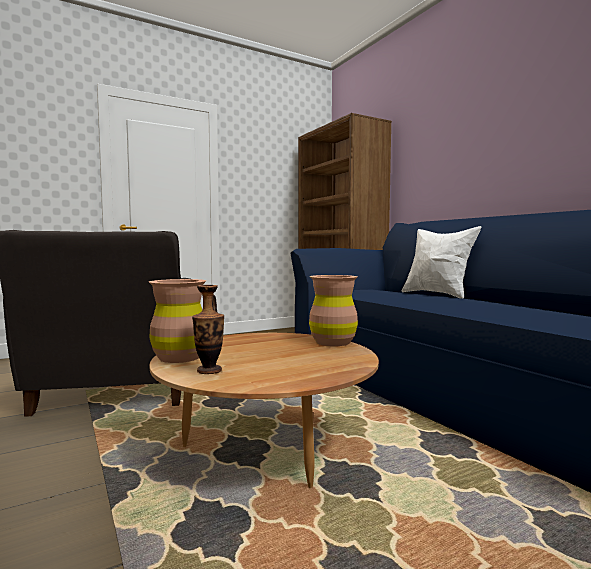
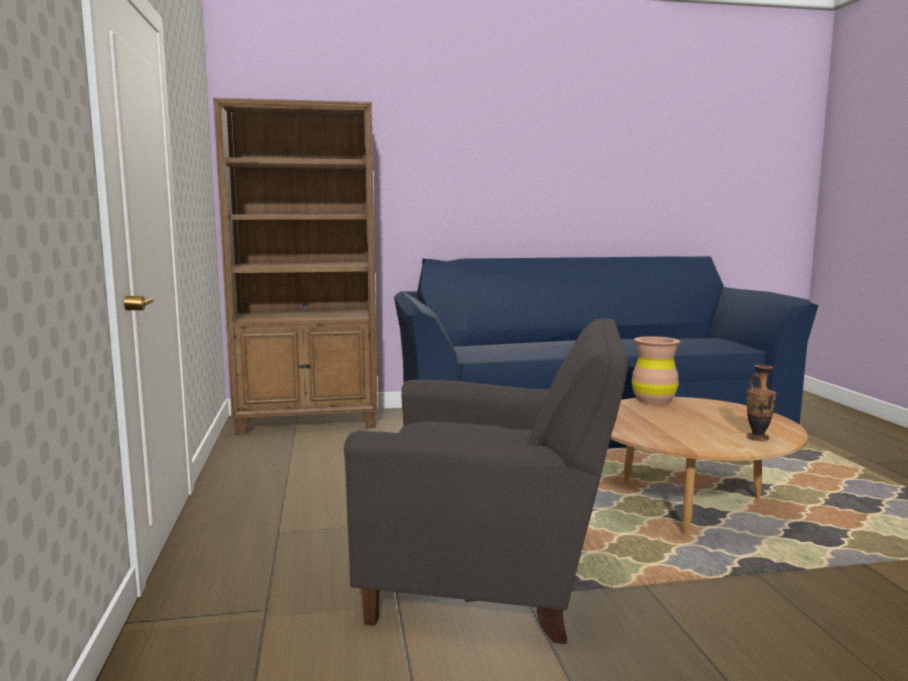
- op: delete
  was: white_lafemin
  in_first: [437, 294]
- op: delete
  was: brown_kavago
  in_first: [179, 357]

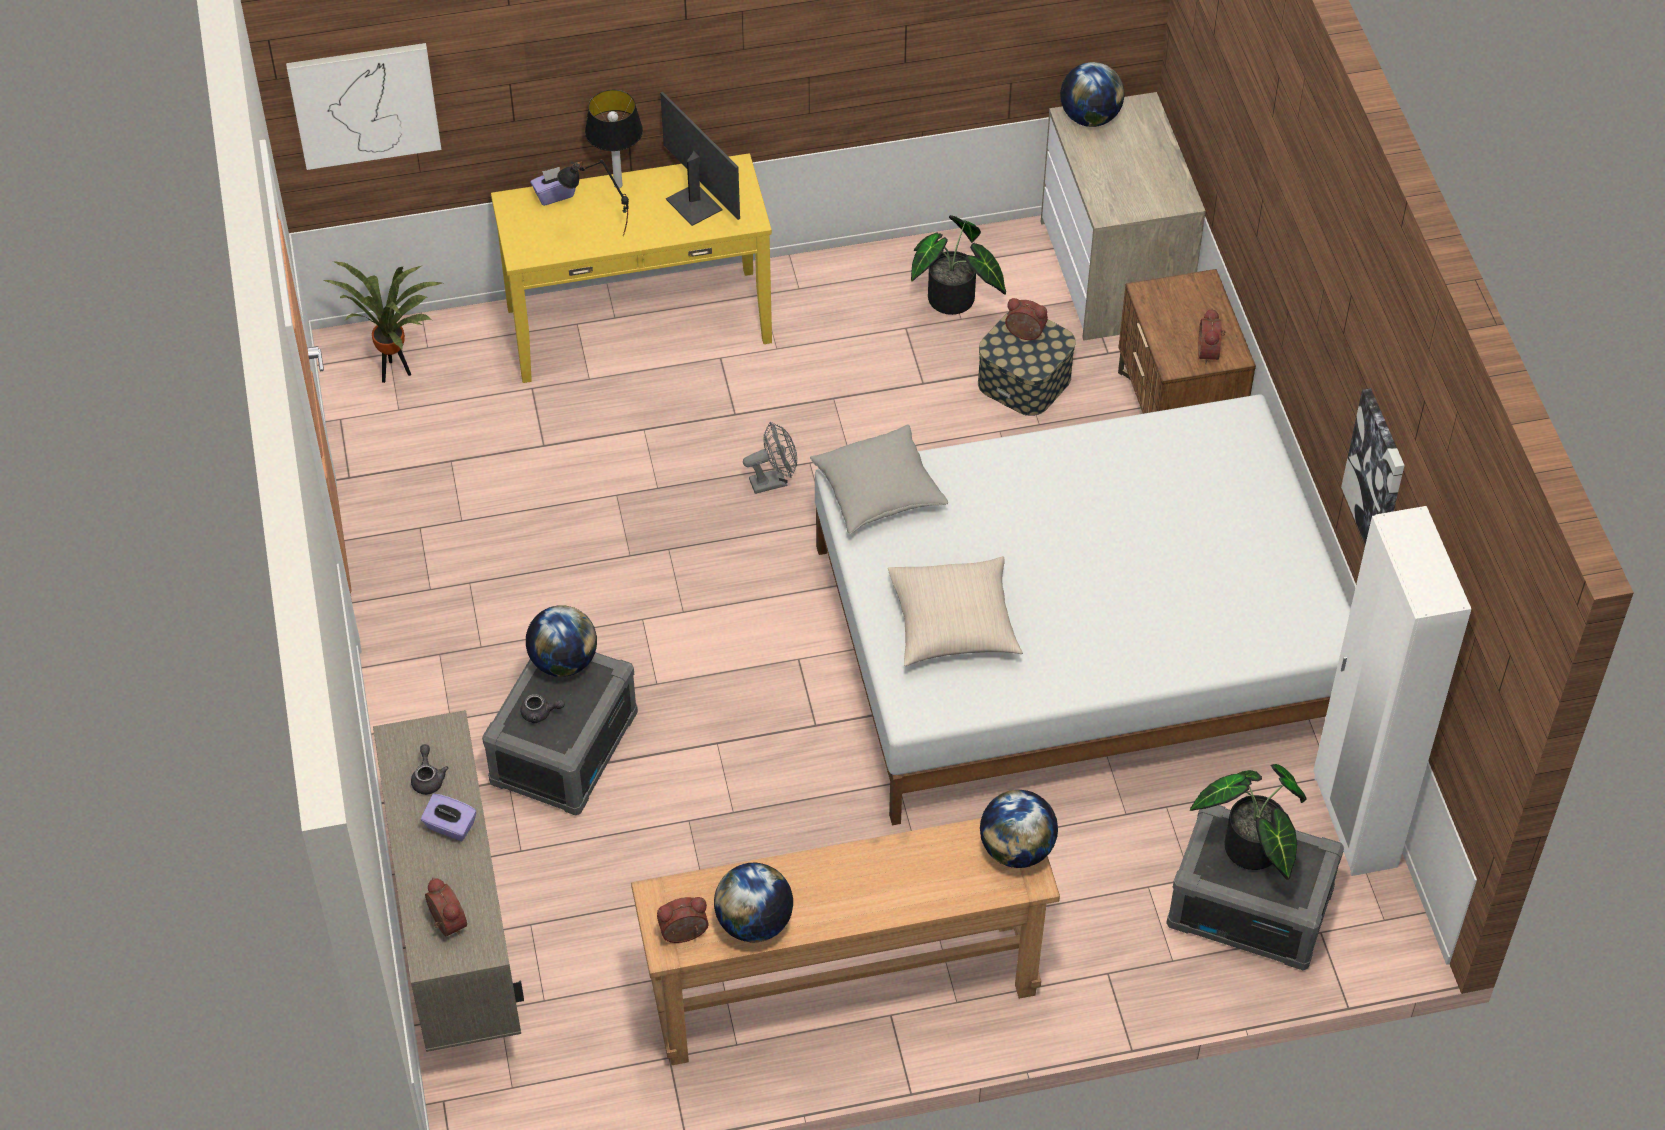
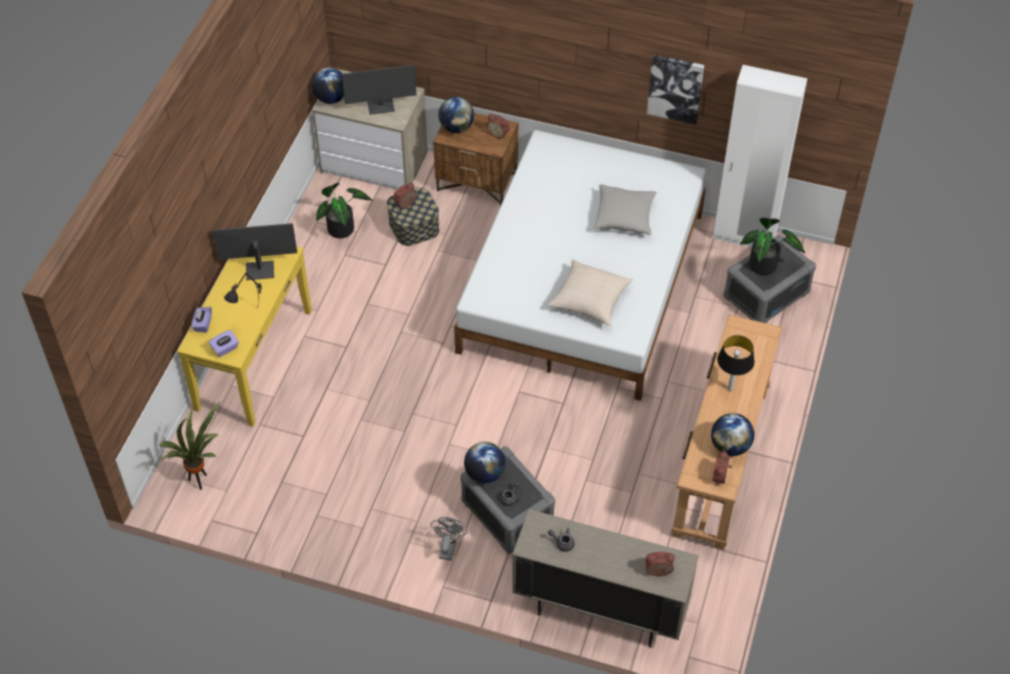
- op: delete
  was: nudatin
  in_first: [364, 104]
- op: move
  was: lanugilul
  in_first: [617, 185]
  in_second: [730, 389]
- op: move
  was: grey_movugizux
  in_first: [774, 481]
  in_second: [448, 547]
- op: move
  was: grey_lafemin
  in_first: [878, 491]
  in_second: [624, 216]
- op: move
  was: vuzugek
  in_first: [1017, 849]
  in_second: [456, 127]
- op: move
  was: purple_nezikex
  in_first: [450, 827]
  in_second: [225, 349]
- op: insert
  now: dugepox
  in_second: [381, 106]

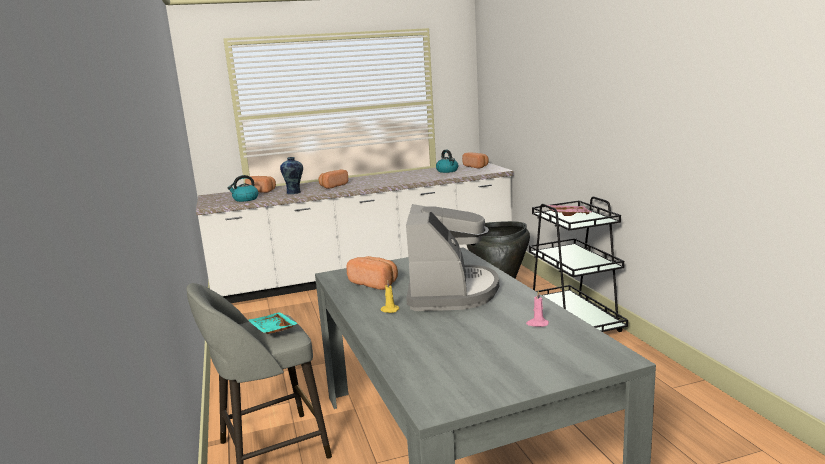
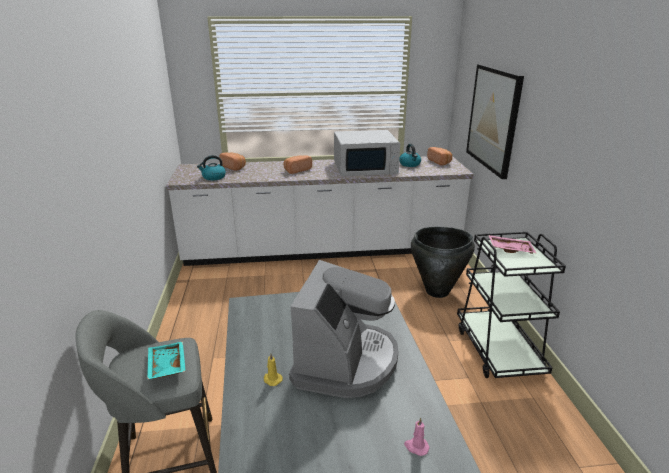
- op: delete
  was: kavago
  in_first: [294, 192]
- op: delete
  was: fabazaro
  in_first: [375, 283]
- op: insert
  now: nudatin
  in_second: [493, 119]
- op: insert
  now: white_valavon
  in_second: [365, 168]

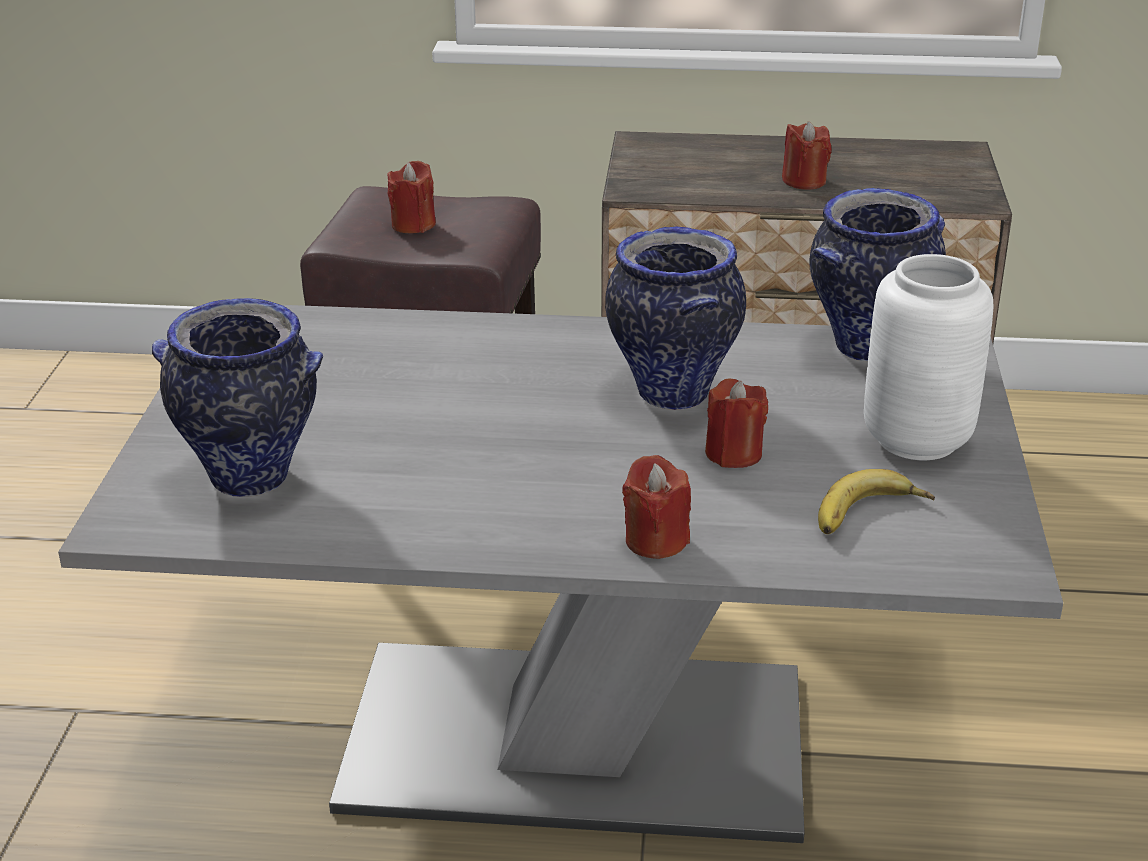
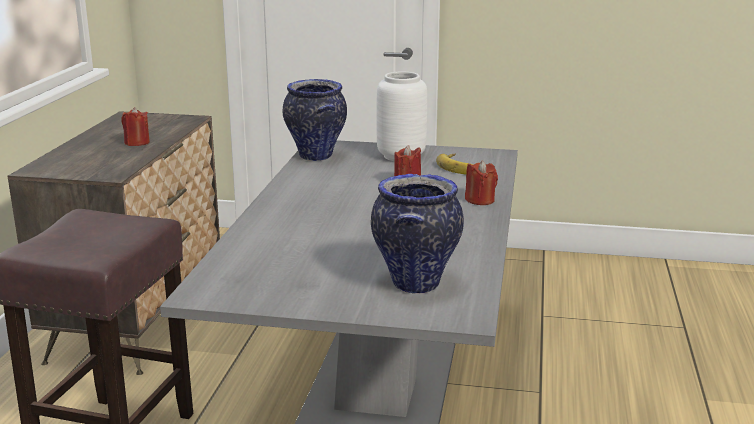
- op: delete
  was: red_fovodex
  in_first: [413, 225]
- op: delete
  was: kavago
  in_first: [671, 392]

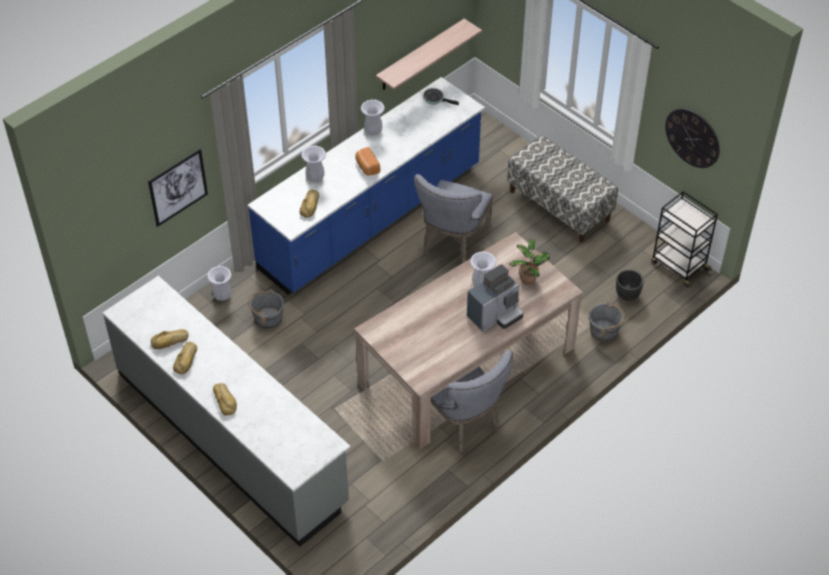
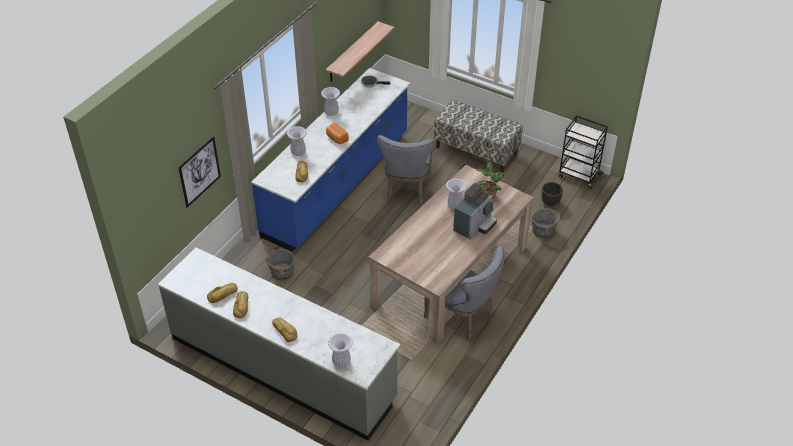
- op: delete
  was: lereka
  in_first: [692, 137]
- op: move
  was: white_kavago
  in_first: [222, 295]
  in_second: [341, 362]

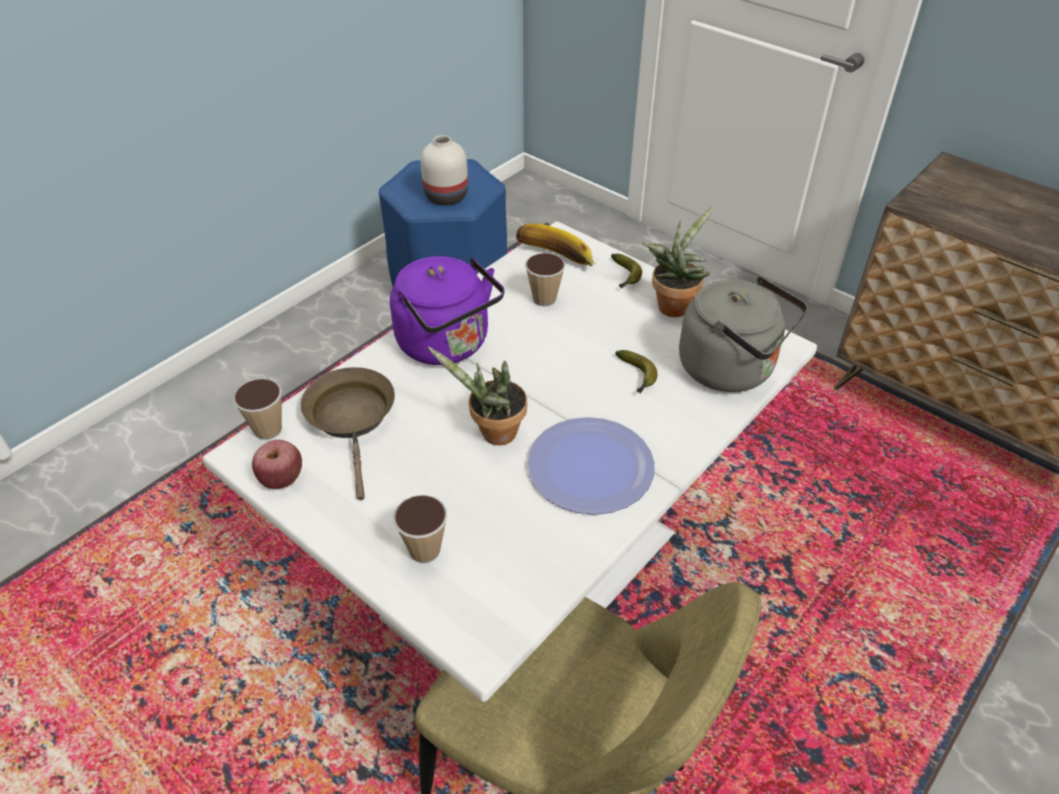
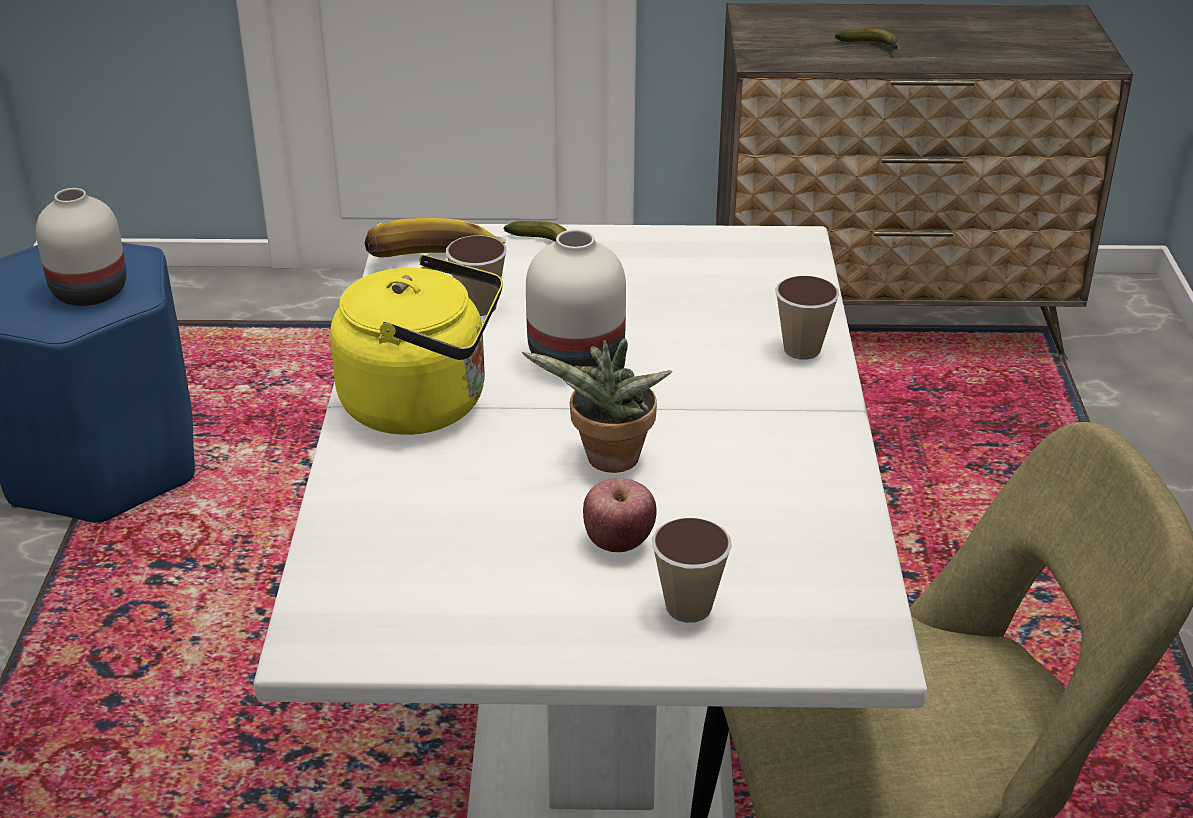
- op: delete
  was: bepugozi
  in_first: [673, 304]
- op: recolor
  was: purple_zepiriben
  now: yellow_zepiriben
  in_first: [448, 345]
  in_second: [424, 404]
- op: delete
  was: grey_zepiriben
  in_first: [732, 369]
- op: move
  was: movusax
  in_first: [637, 376]
  in_second: [871, 47]
- op: delete
  was: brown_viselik
  in_first: [352, 419]
- op: move
  was: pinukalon
  in_first: [268, 429]
  in_second: [802, 349]
- op: delete
  was: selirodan
  in_first: [590, 467]
- op: move
  was: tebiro
  in_first: [282, 479]
  in_second: [618, 542]
- op: insert
  now: white_kavago
  in_second: [575, 357]

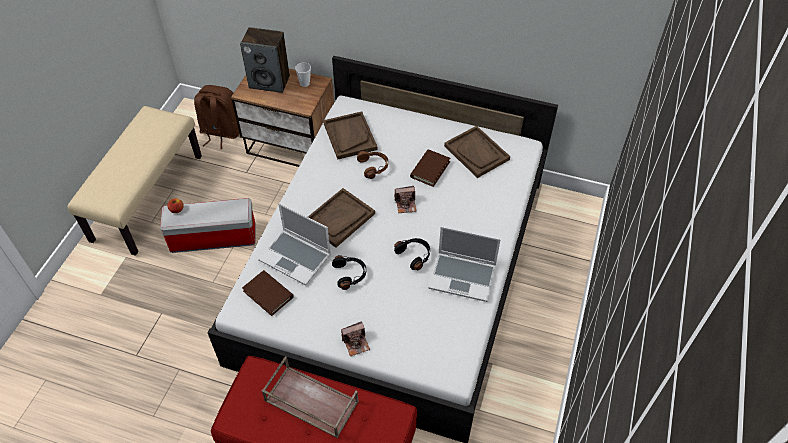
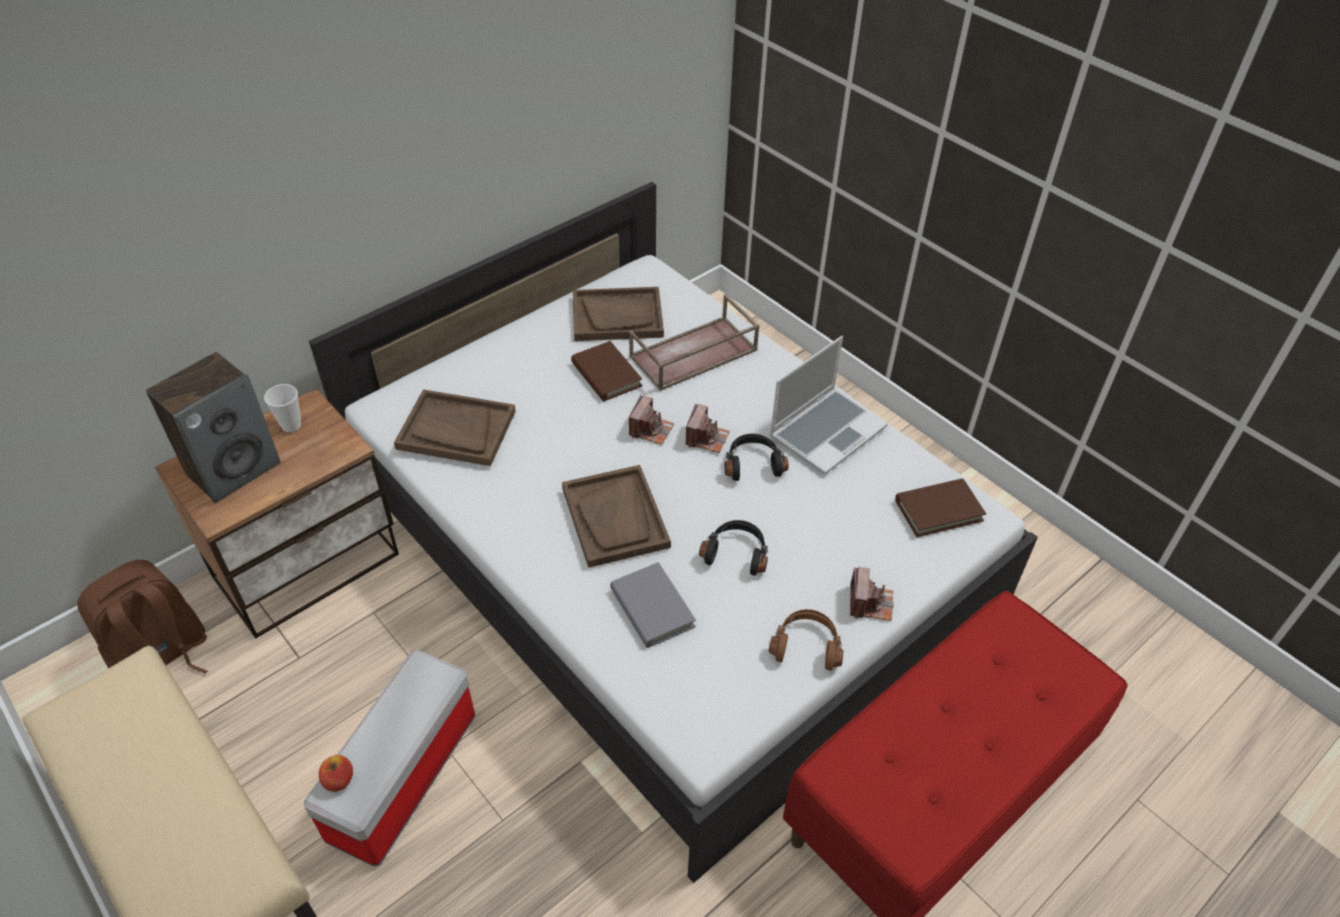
- op: move
  was: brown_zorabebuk
  in_first: [374, 167]
  in_second: [806, 645]
- op: replace
  was: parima
  now: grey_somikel
  in_first: [296, 257]
  in_second: [652, 608]
- op: move
  was: brown_somikel
  in_first: [268, 294]
  in_second: [938, 510]
- op: move
  was: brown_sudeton
  in_first: [310, 401]
  in_second: [693, 354]
- op: insert
  now: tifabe
  in_second: [706, 438]

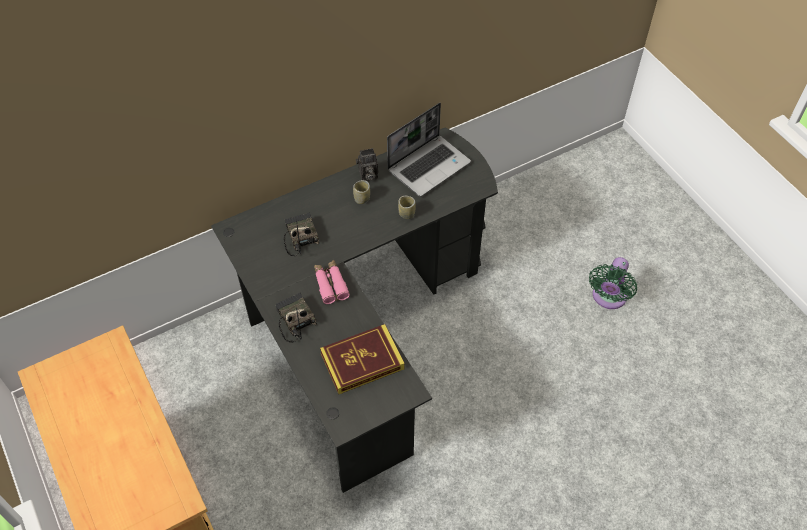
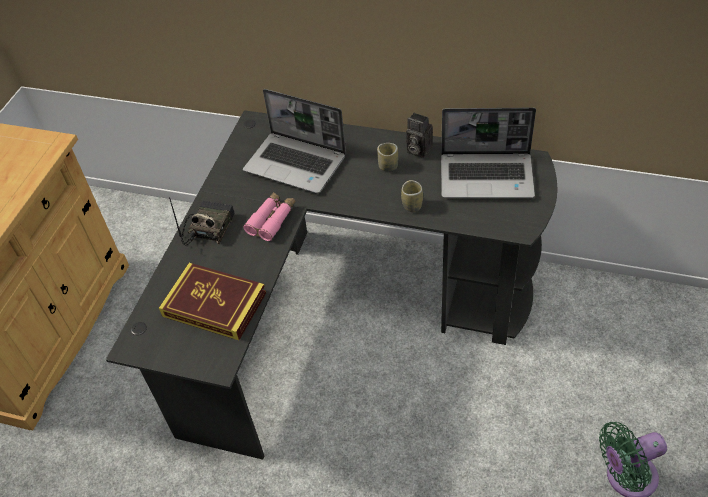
- op: replace
  was: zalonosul
  now: parima
  in_first: [299, 237]
  in_second: [296, 164]

